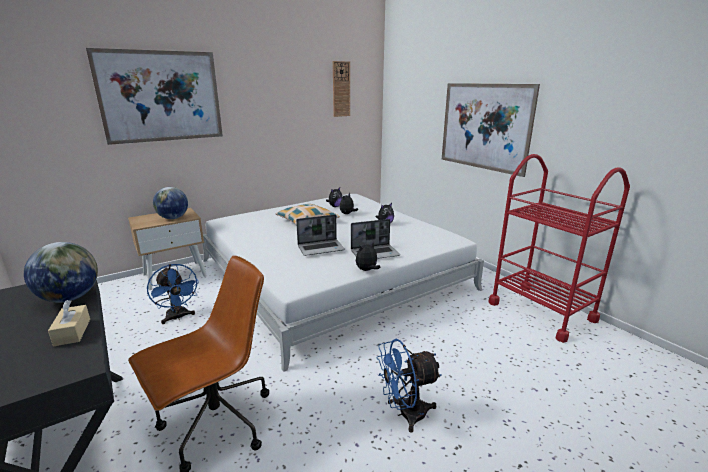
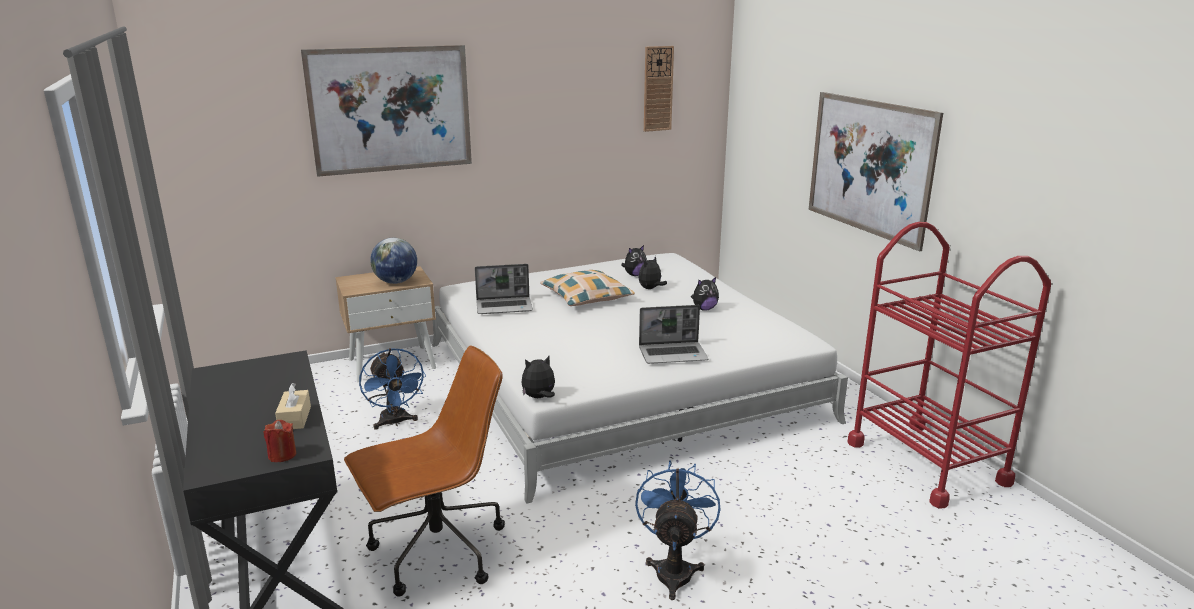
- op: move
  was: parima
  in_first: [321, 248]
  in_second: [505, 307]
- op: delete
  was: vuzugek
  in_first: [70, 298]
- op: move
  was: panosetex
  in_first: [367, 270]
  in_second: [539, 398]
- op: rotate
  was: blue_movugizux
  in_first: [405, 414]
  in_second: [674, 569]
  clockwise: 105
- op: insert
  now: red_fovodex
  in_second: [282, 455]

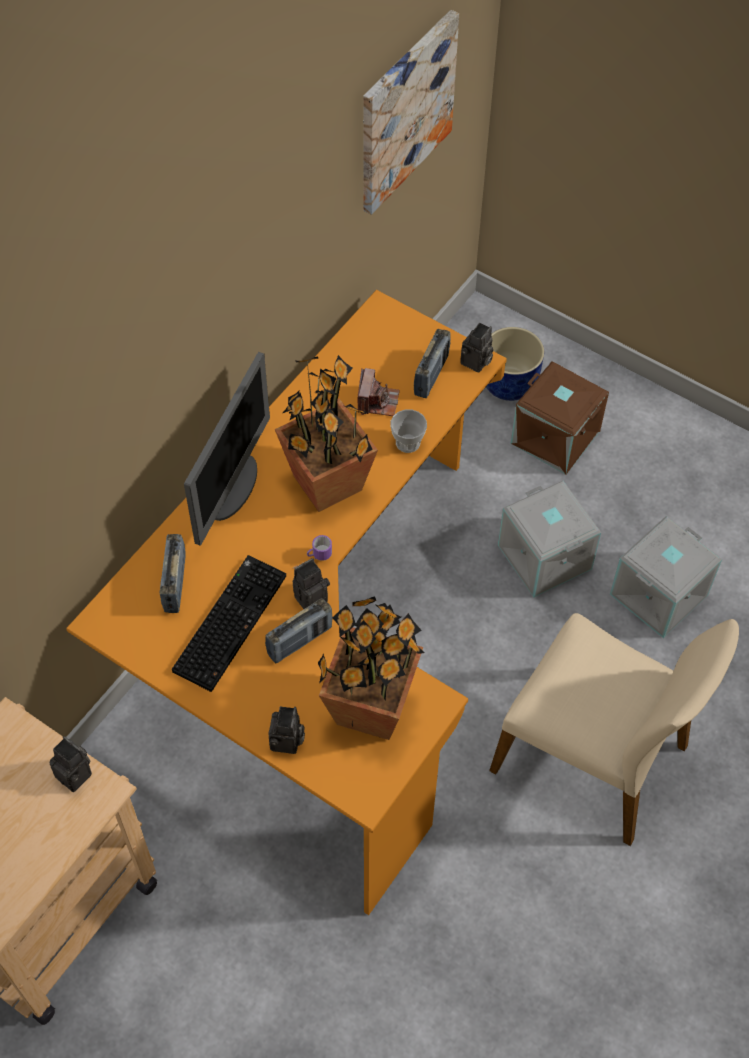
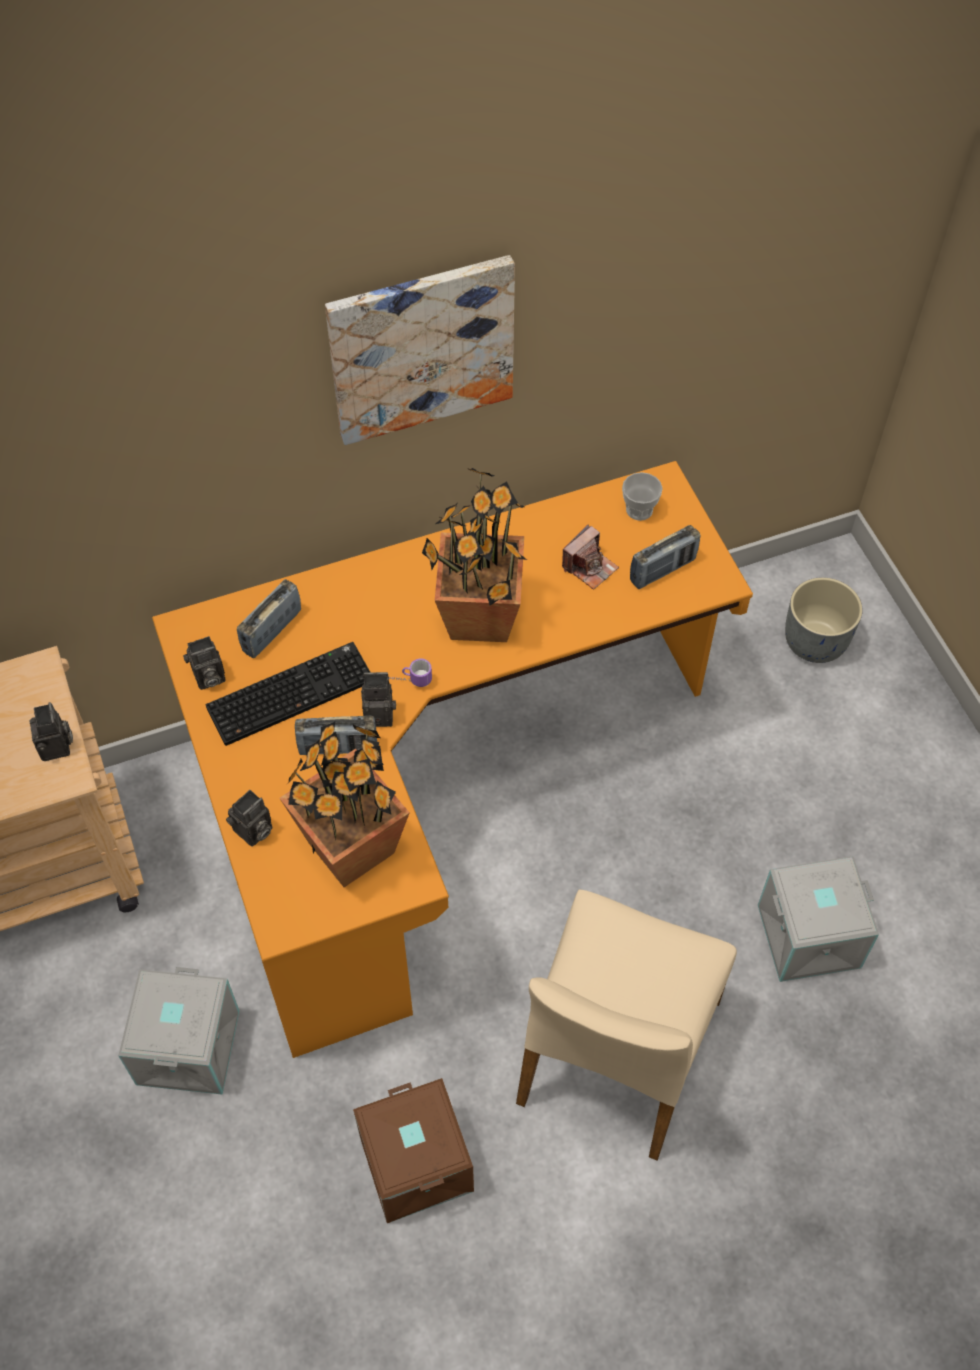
- op: move
  was: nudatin
  in_first: [405, 111]
  in_second: [421, 348]
- op: move
  was: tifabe
  in_first: [476, 363]
  in_second: [208, 678]
- op: recolor
  was: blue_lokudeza
  now: grey_lokudeza
  in_first: [509, 382]
  in_second: [815, 640]
- op: delete
  was: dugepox
  in_first: [233, 487]
- op: move
  was: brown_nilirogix
  in_first: [554, 438]
  in_second: [413, 1163]
- op: move
  was: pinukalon
  in_first: [407, 443]
  in_second: [639, 510]
- op: move
  was: grey_nilirogix
  in_first: [542, 557]
  in_second: [186, 1046]
- op: rotate
  was: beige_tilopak
  in_first: [592, 757]
  in_second: [615, 1051]
  clockwise: 45

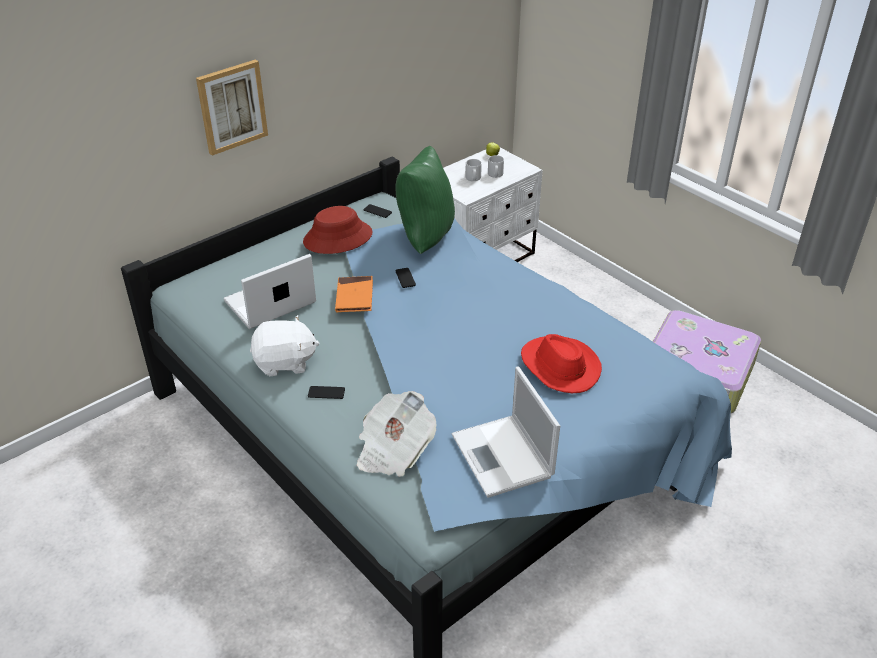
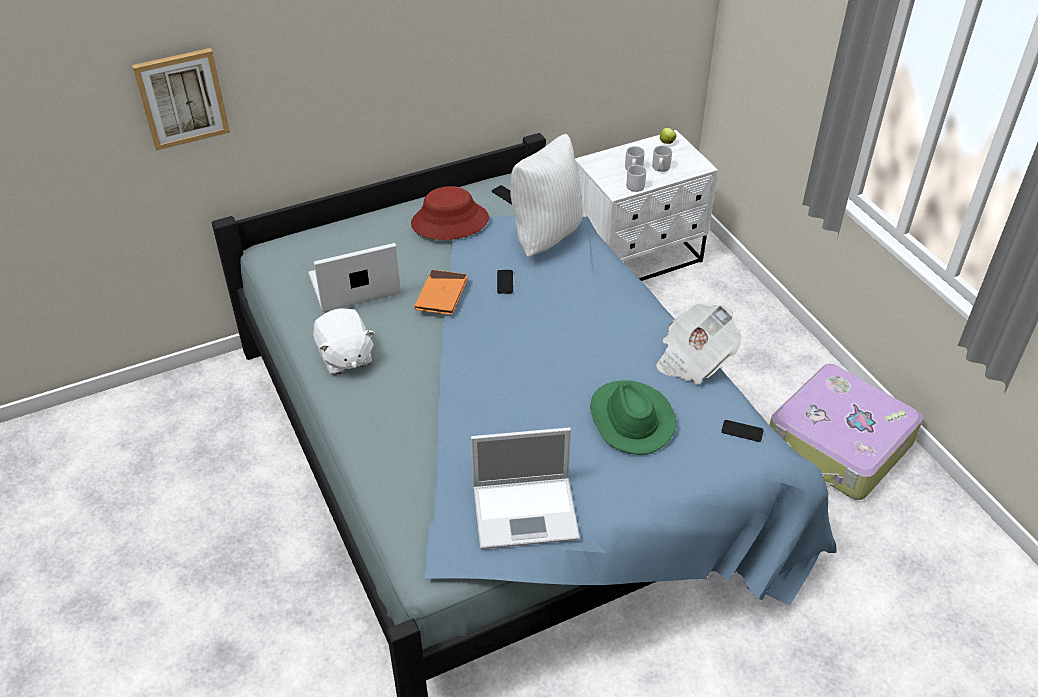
- op: move
  was: nudatin
  in_first: [231, 106]
  in_second: [182, 98]
- op: recolor
  was: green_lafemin
  now: white_lafemin
  in_first: [424, 237]
  in_second: [545, 235]
- op: rotate
  was: white_panosetex
  in_first: [285, 362]
  in_second: [345, 357]
  clockwise: 60
- op: recolor
  was: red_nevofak
  now: green_nevofak
  in_first: [558, 367]
  in_second: [630, 419]
- op: rotate
  was: parima
  in_first: [503, 457]
  in_second: [527, 512]
  clockwise: -90
- op: move
  was: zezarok
  in_first: [326, 393]
  in_second: [742, 431]
- op: move
  was: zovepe
  in_first: [393, 450]
  in_second: [694, 359]
- op: insert
  now: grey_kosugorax
  in_second: [636, 185]

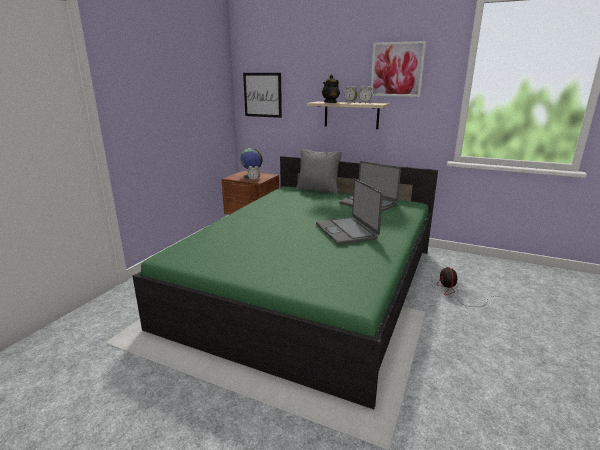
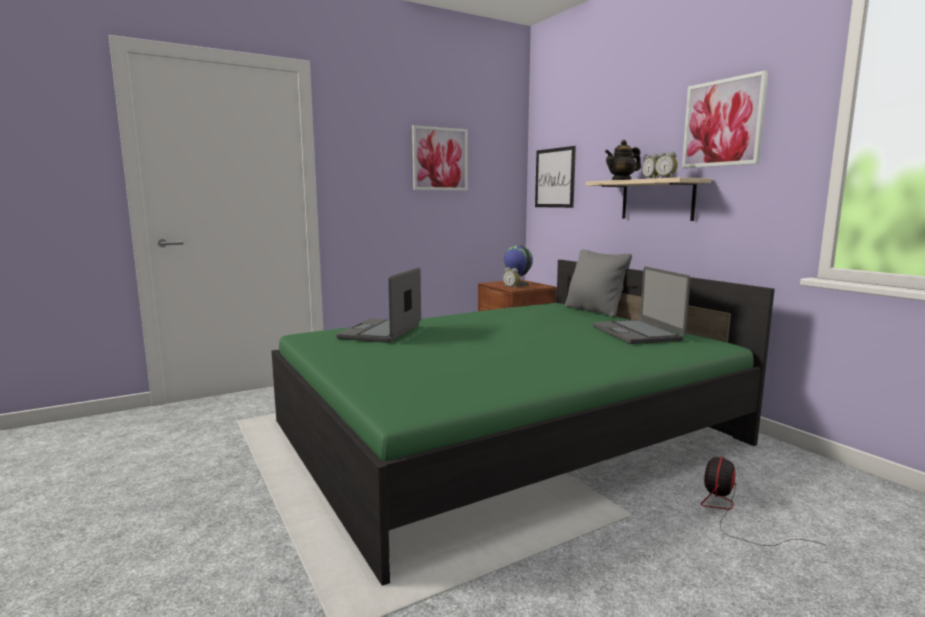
- op: move
  was: parima
  in_first: [346, 231]
  in_second: [381, 332]
- op: insert
  now: nudatin
  in_second: [440, 159]

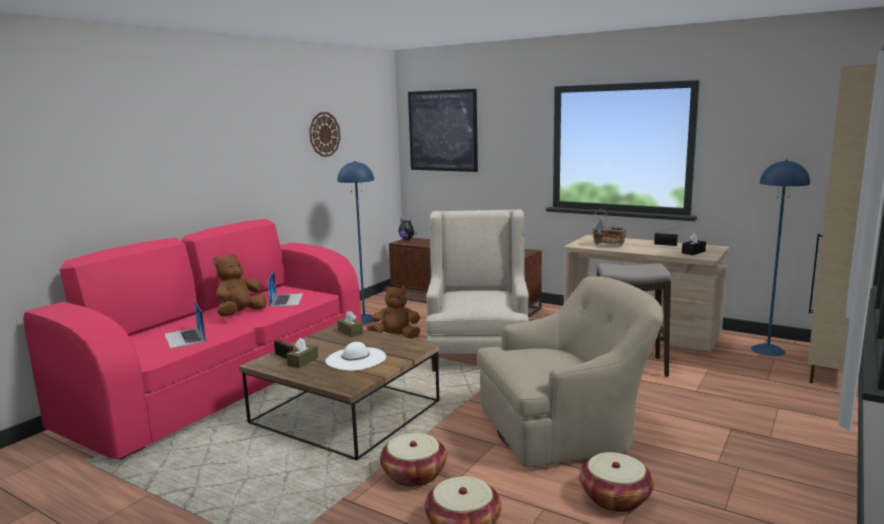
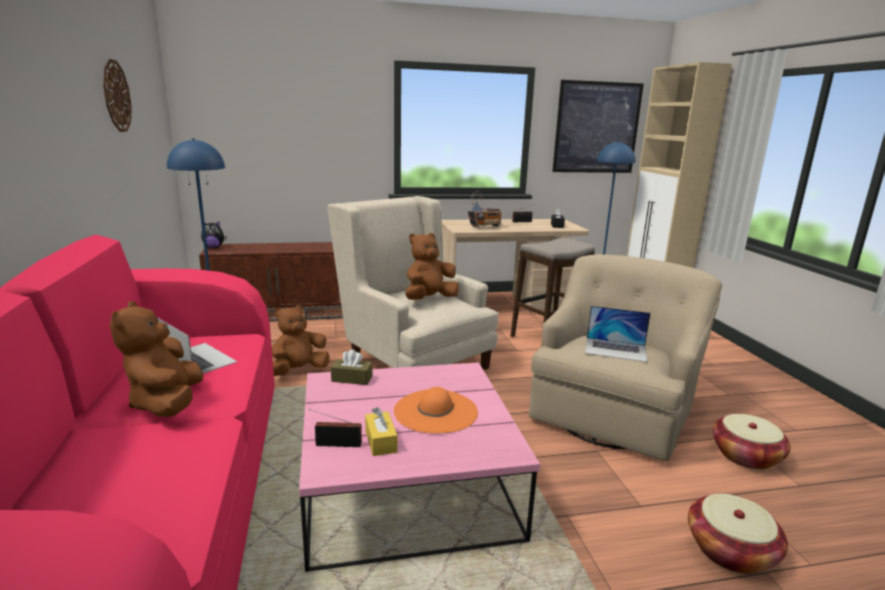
- op: move
  was: nudatin
  in_first: [442, 131]
  in_second: [596, 128]
- op: move
  was: parima
  in_first: [185, 337]
  in_second: [616, 349]
- op: recolor
  was: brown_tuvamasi
  now: pink_tuvamasi
  in_first: [346, 411]
  in_second: [404, 486]
- op: recolor
  was: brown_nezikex
  now: yellow_nezikex
  in_first: [303, 361]
  in_second: [380, 441]
- op: recolor
  was: white_nevofak
  now: orange_nevofak
  in_first: [355, 359]
  in_second: [435, 411]
- op: delete
  was: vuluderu
  in_first: [414, 475]
- op: insert
  now: brown_panosetex
  in_second: [429, 299]

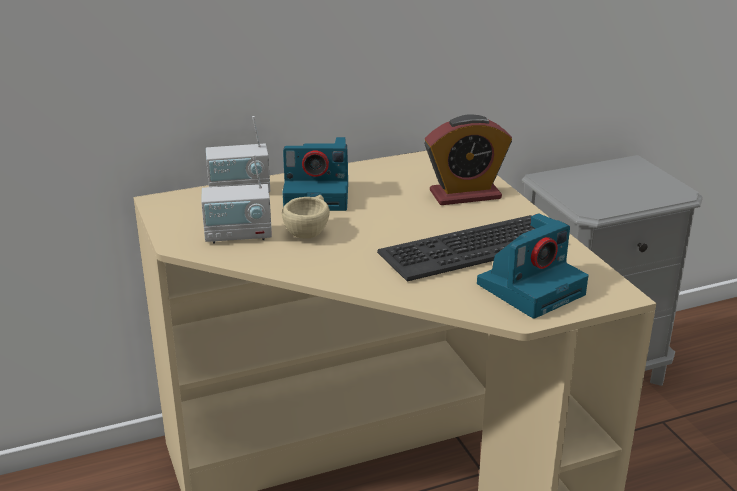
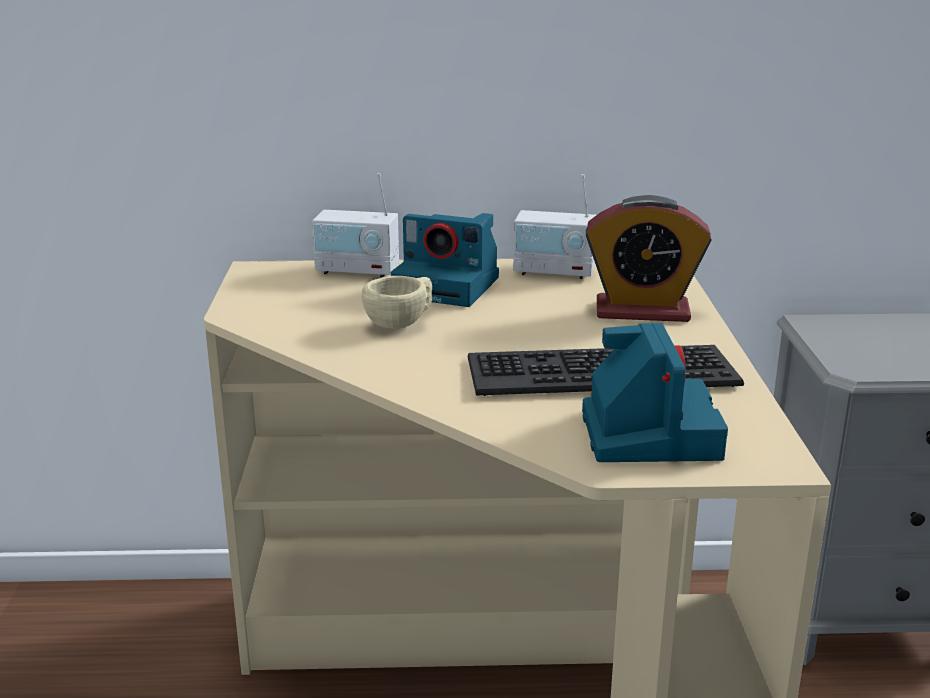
- op: move
  was: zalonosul
  in_first: [238, 235]
  in_second: [554, 271]
- op: rotate
  was: tifabe
  in_first: [531, 288]
  in_second: [648, 432]
  clockwise: -75

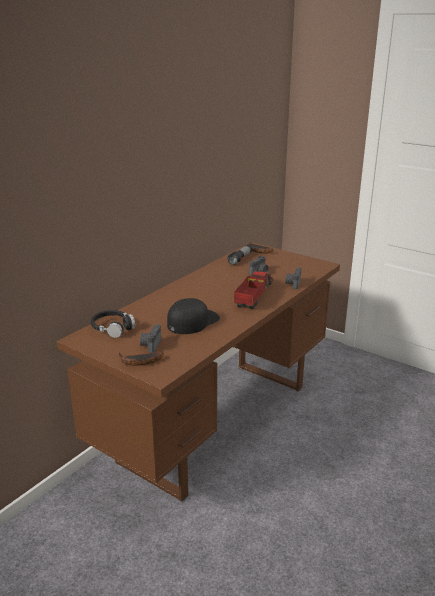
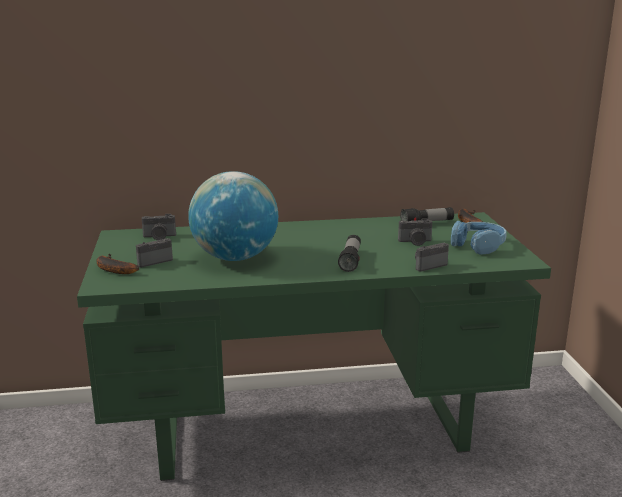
- op: recolor
  was: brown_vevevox
  now: green_vevevox
  in_first: [216, 421]
  in_second: [311, 429]
- op: replace
  was: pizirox
  now: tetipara
  in_first: [254, 296]
  in_second: [350, 260]
- op: replace
  was: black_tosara
  now: vuzugek
  in_first: [192, 321]
  in_second: [235, 257]
- op: replace
  was: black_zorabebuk
  now: tifabe
  in_first: [112, 328]
  in_second: [159, 237]
- op: insert
  now: blue_zorabebuk
  in_second: [478, 245]

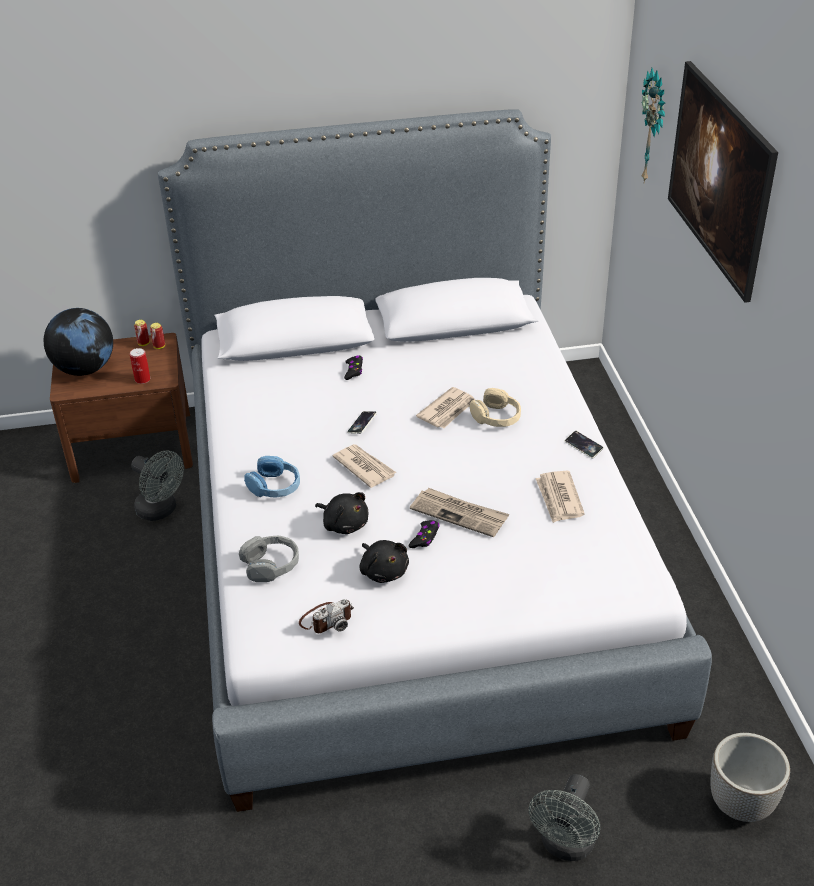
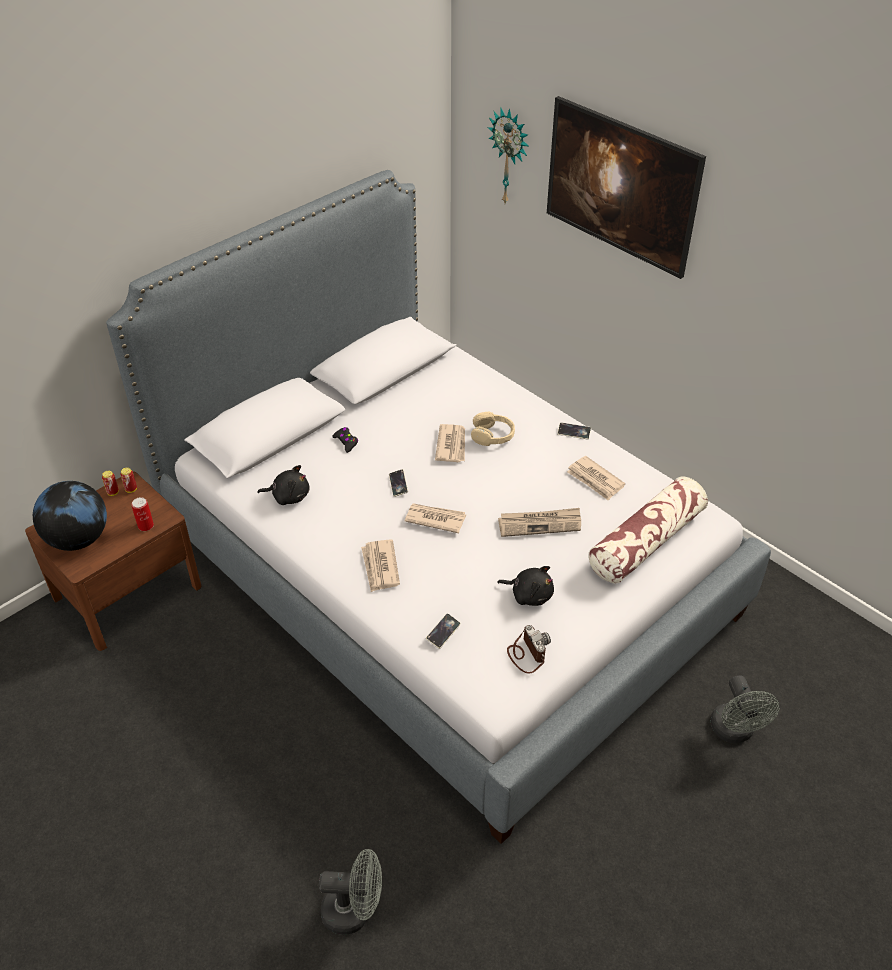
- op: move
  was: grey_movugizux
  in_first: [161, 510]
  in_second: [354, 911]
- op: replace
  was: blue_zorabebuk
  now: zovepe
  in_first: [275, 486]
  in_second: [380, 567]
- op: move
  was: black_panosetex
  in_first: [344, 524]
  in_second: [288, 496]
- op: delete
  was: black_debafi
  in_first: [425, 538]
- op: replace
  was: grey_zorabebuk
  now: zezarok
  in_first: [271, 565]
  in_second: [443, 632]
- op: rotate
  was: tifabe
  in_first: [326, 619]
  in_second: [527, 653]
  clockwise: -45
- op: delete
  was: lokudeza
  in_first: [740, 804]
- op: insert
  now: lafemin
  in_second: [646, 541]

